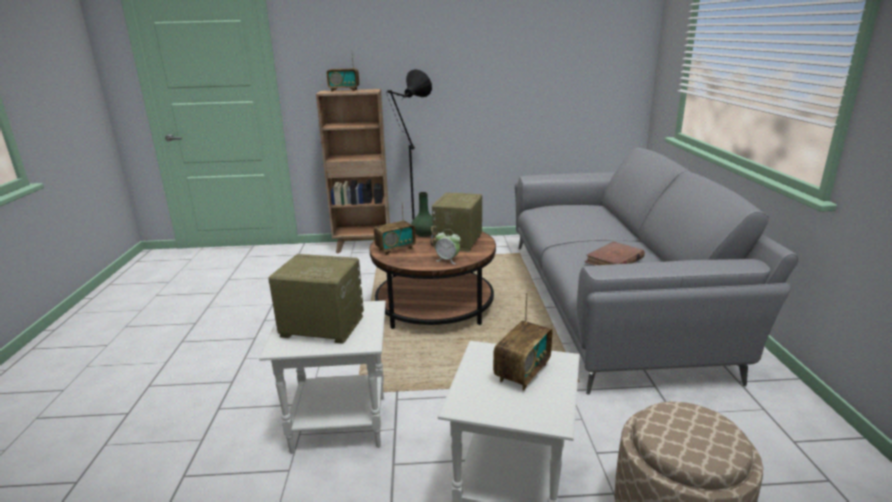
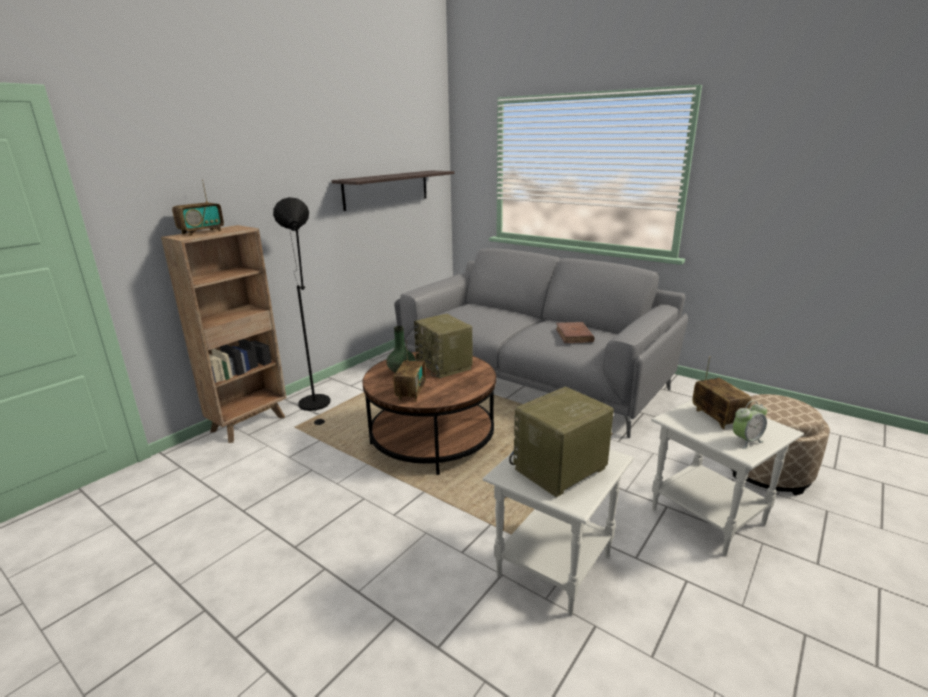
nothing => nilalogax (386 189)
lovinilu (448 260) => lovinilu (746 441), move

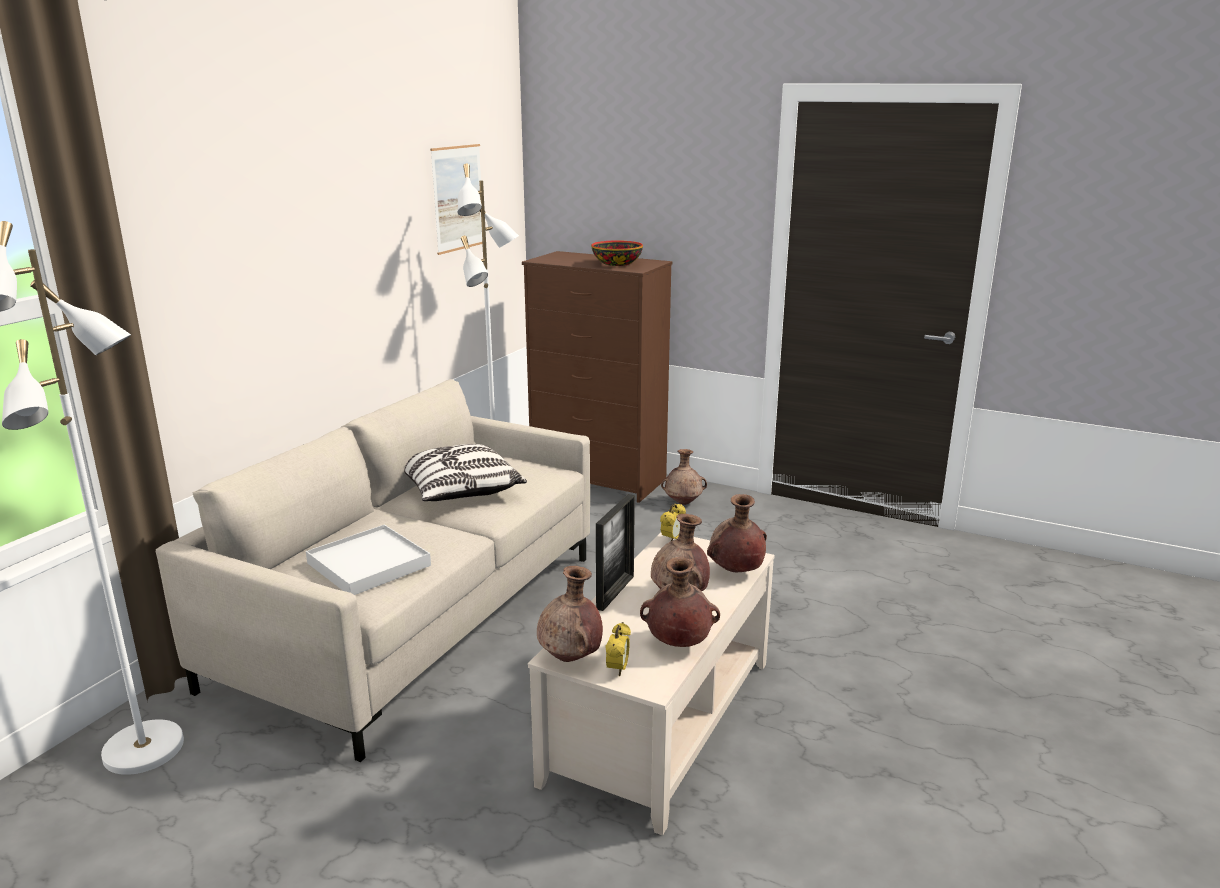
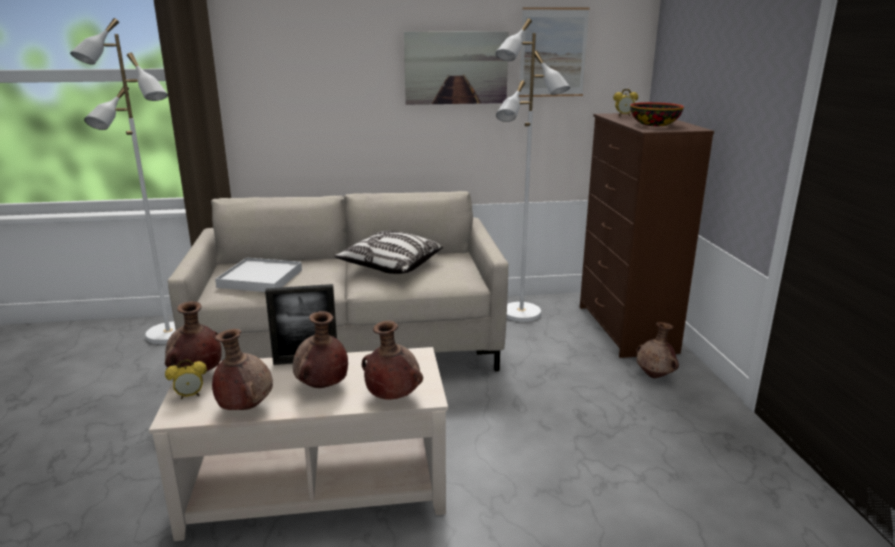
nothing => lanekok (456 68)
lovinilu (672 539) => lovinilu (623 115), move

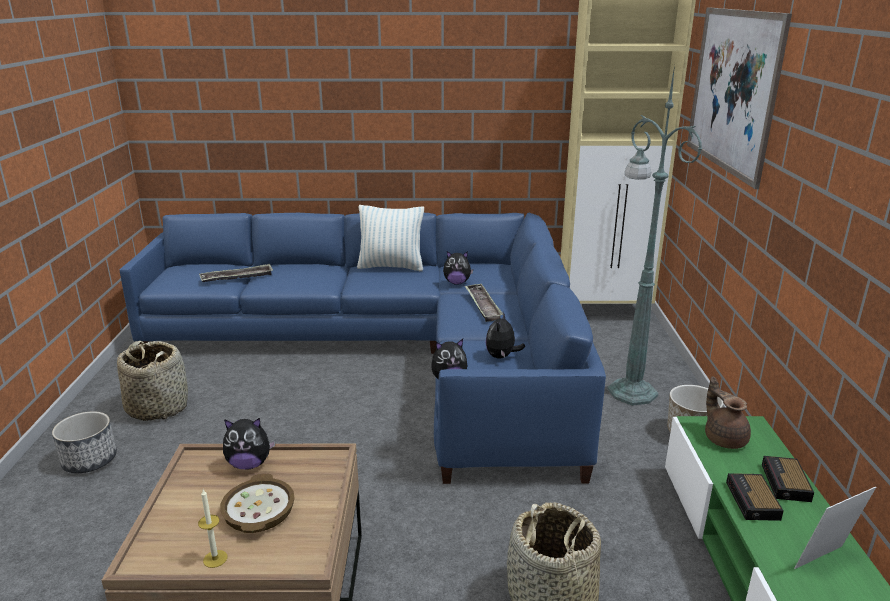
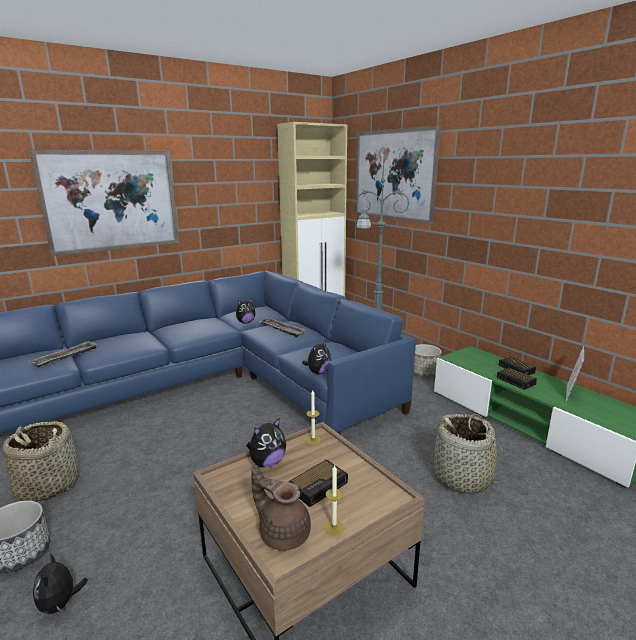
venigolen (391 266) => nothing
nothing => lanekok (112 201)
nothing => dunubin (313 440)
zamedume (501 357) => zamedume (60 604), move
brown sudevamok (724 438) => brown sudevamok (283 533), move
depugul (260 511) => lovinilu (319 485)

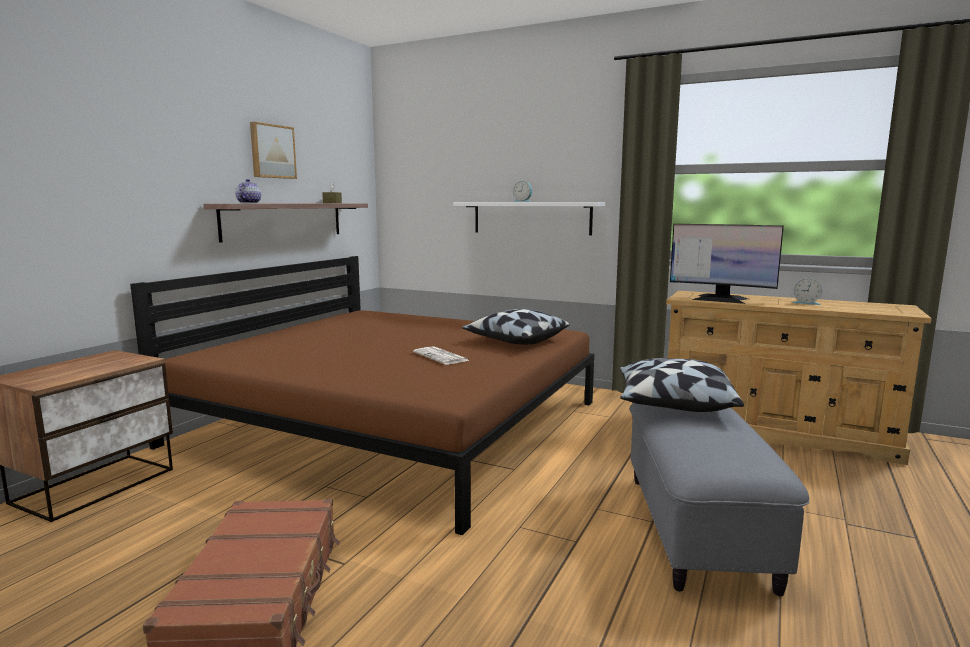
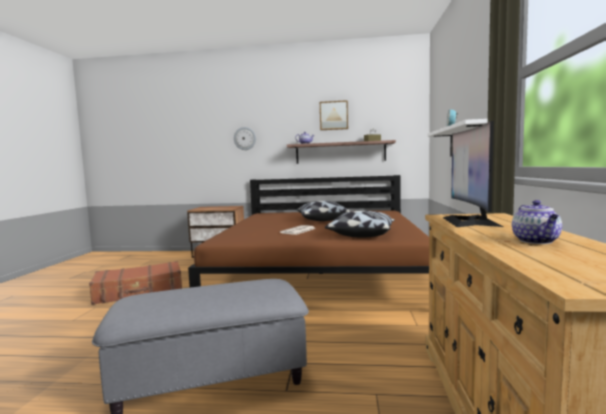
nothing => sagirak (245 138)
venigolen (673 404) => venigolen (322 219), move
lovinilu (806 303) => sudevamok (536 241)

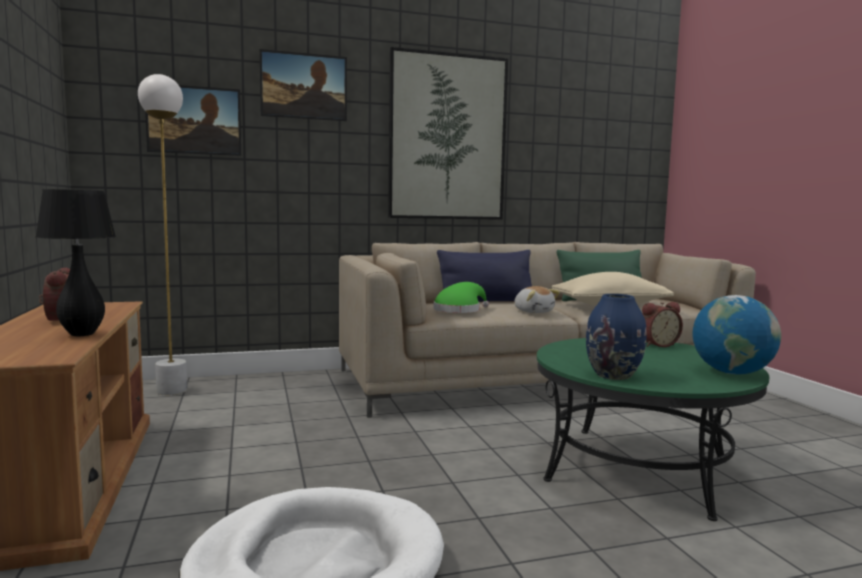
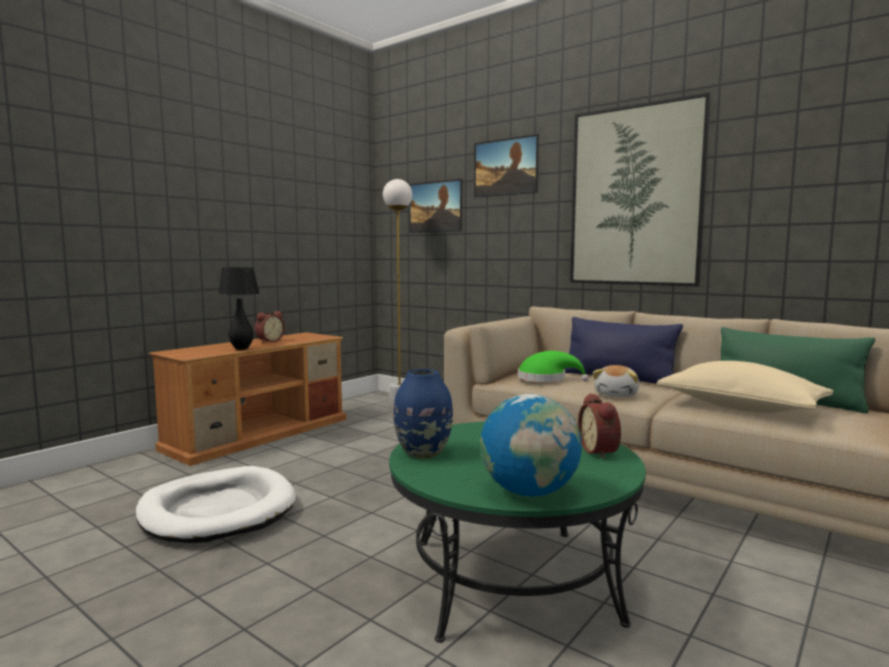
lovinilu (656 344) => lovinilu (601 451), 45 degrees clockwise

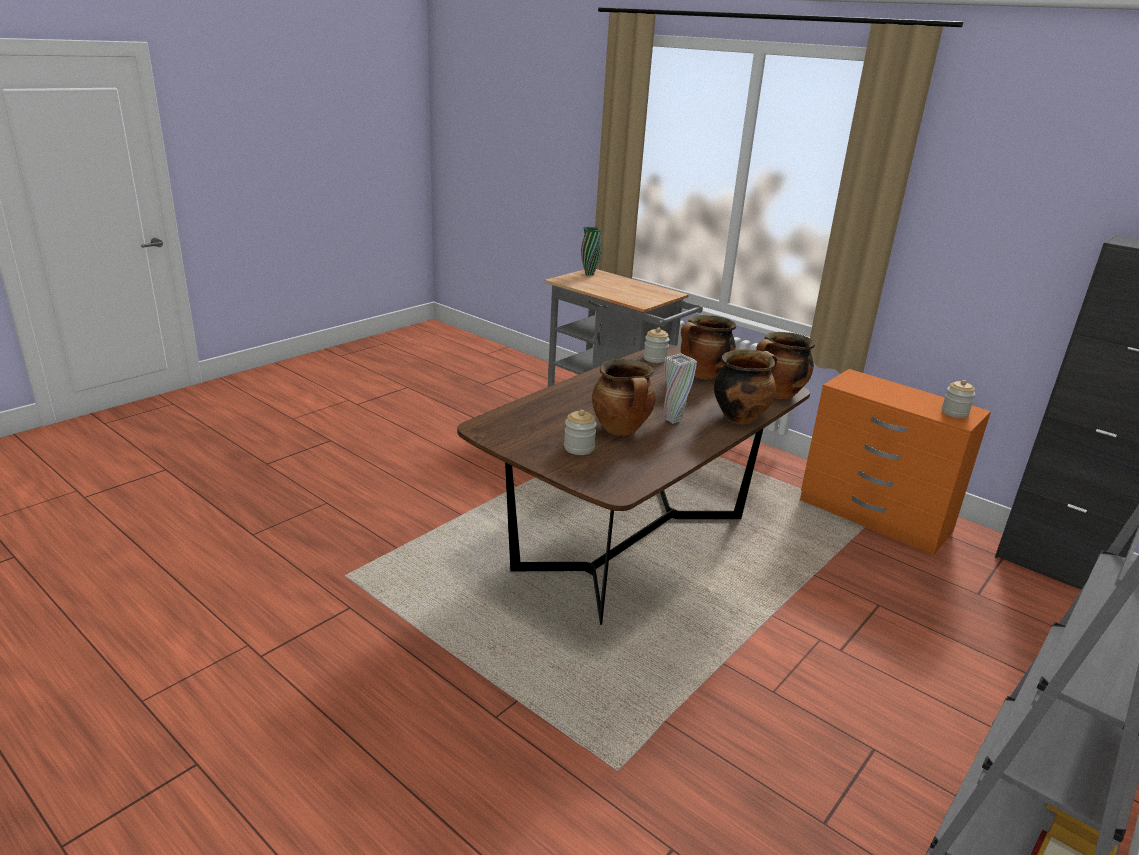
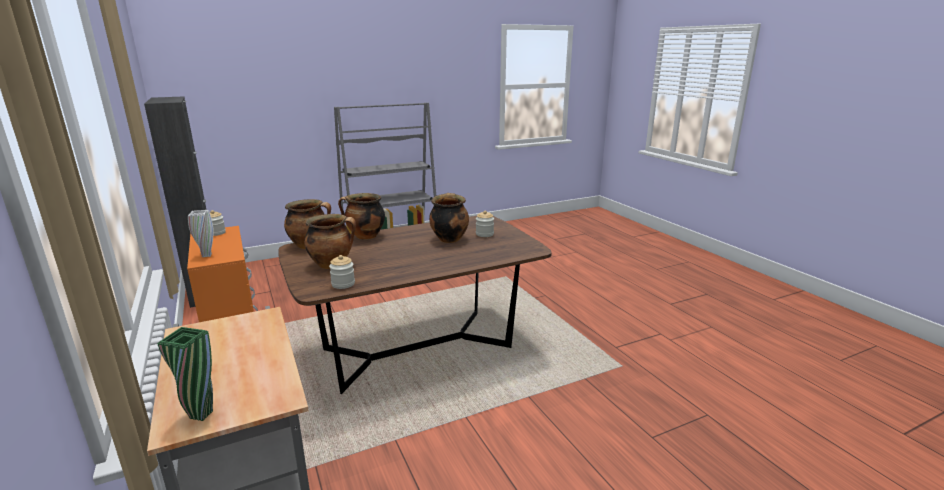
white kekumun (673 420) => white kekumun (206 255), move

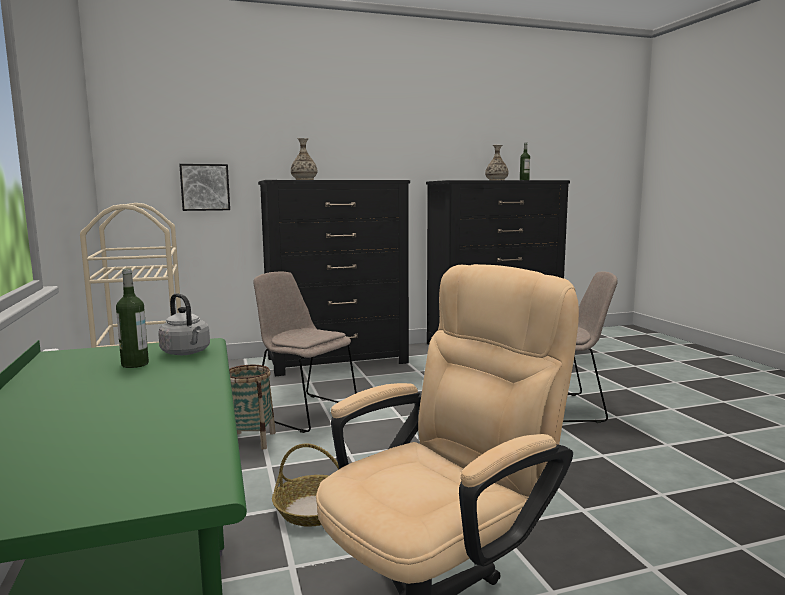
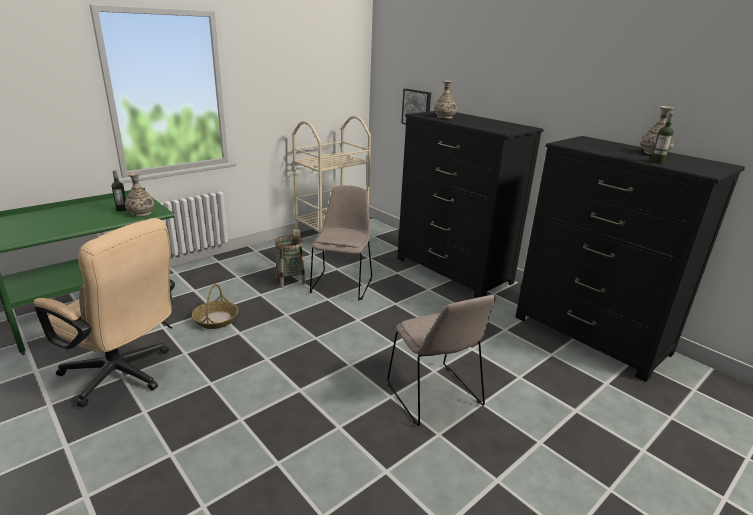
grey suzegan (187 353) => kekumun (141 213)

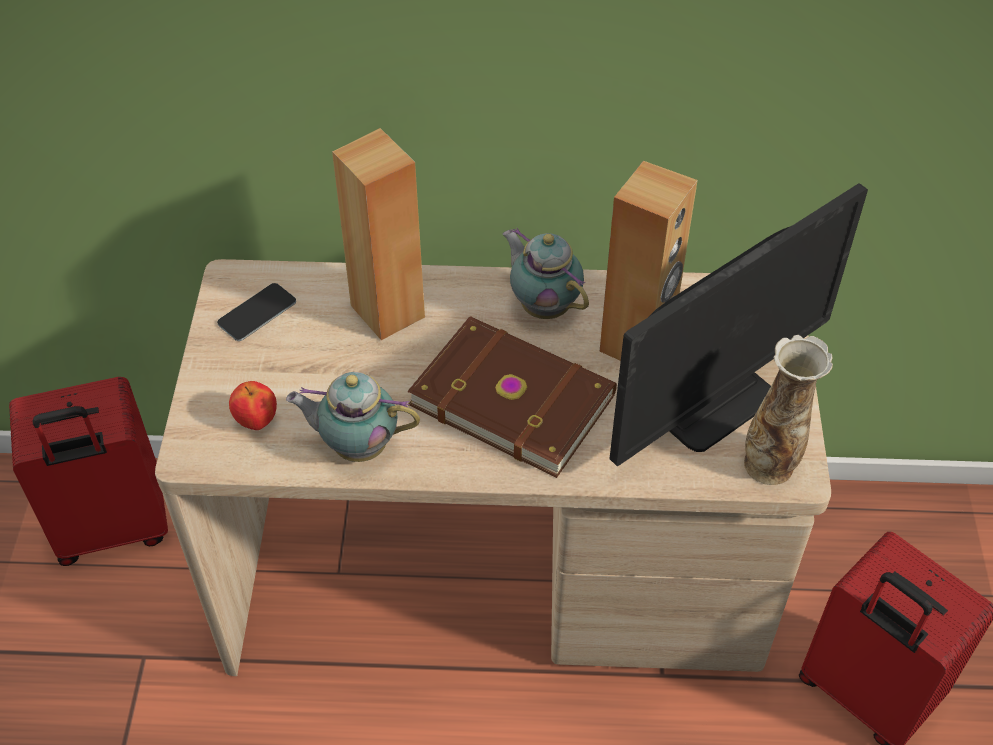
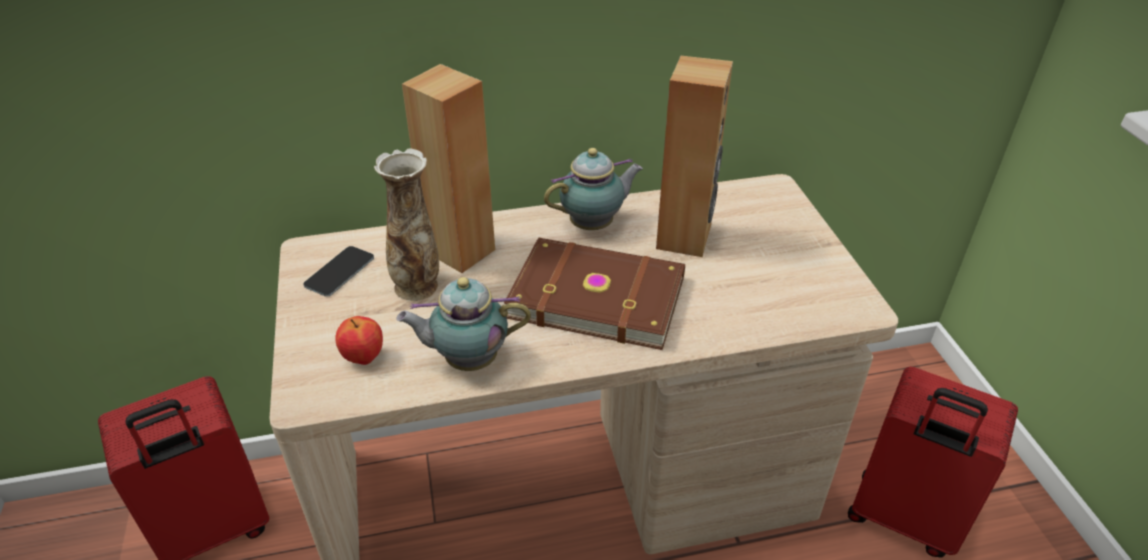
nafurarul (712 402) => nothing
kekumun (770 464) => kekumun (417 286), move
sudevamok (543 306) => sudevamok (594 225), 120 degrees clockwise

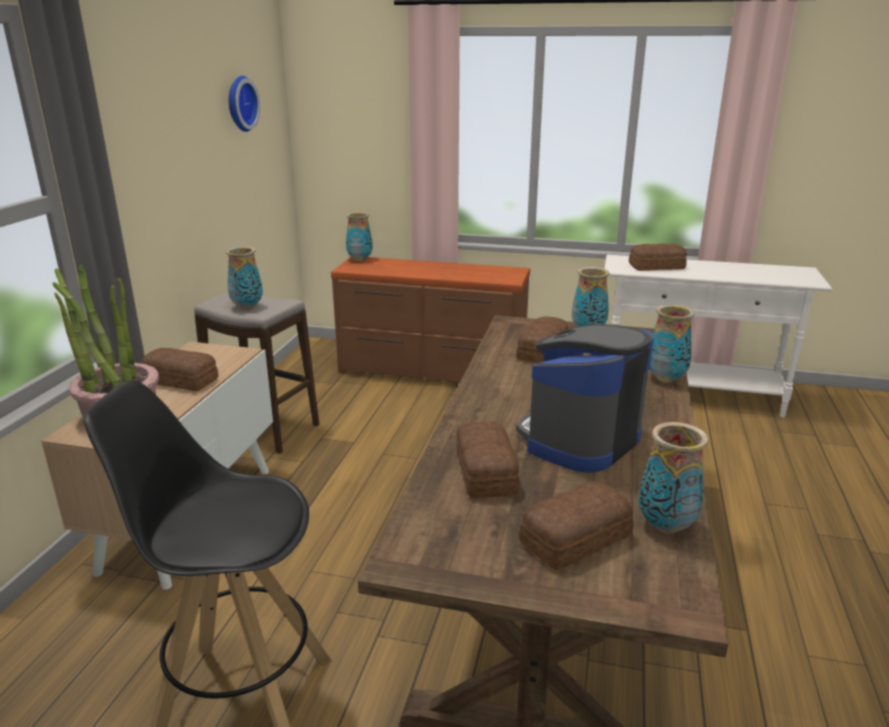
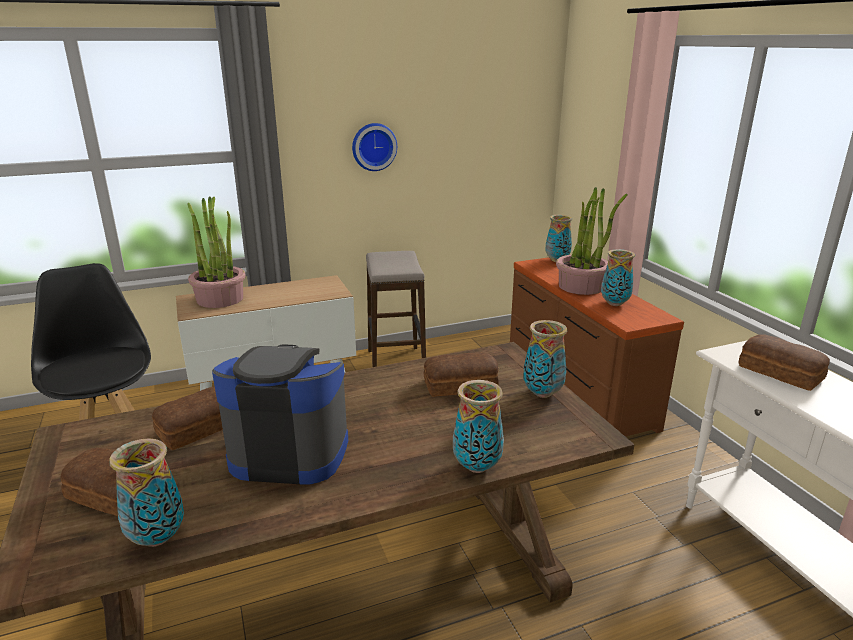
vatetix (180 380) => nothing
nothing => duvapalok (581 286)
kekumun (247 307) => kekumun (614 303), move
sagirak (239 104) => sagirak (373 146), move

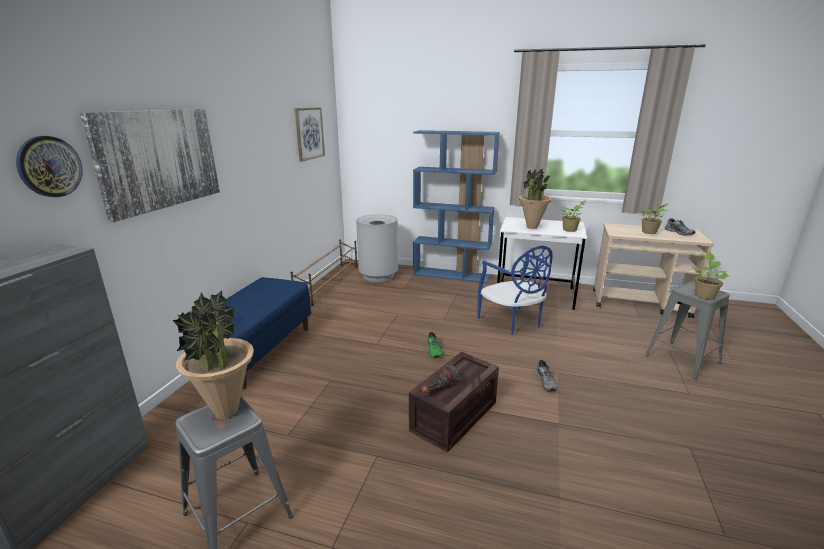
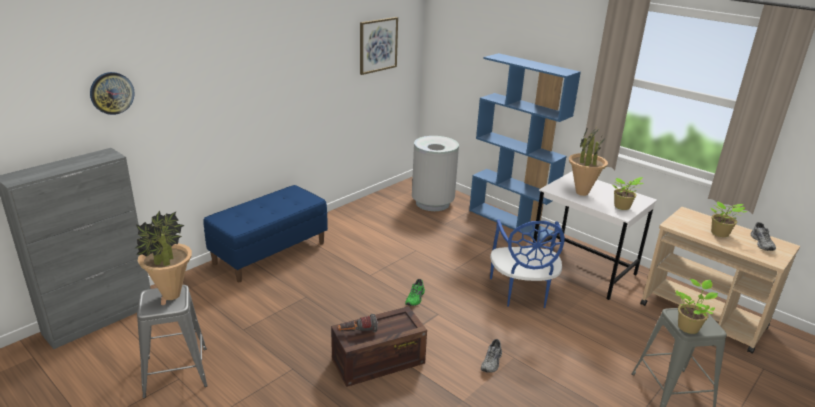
lanekok (160 159) => nothing
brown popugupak (329 283) => nothing

